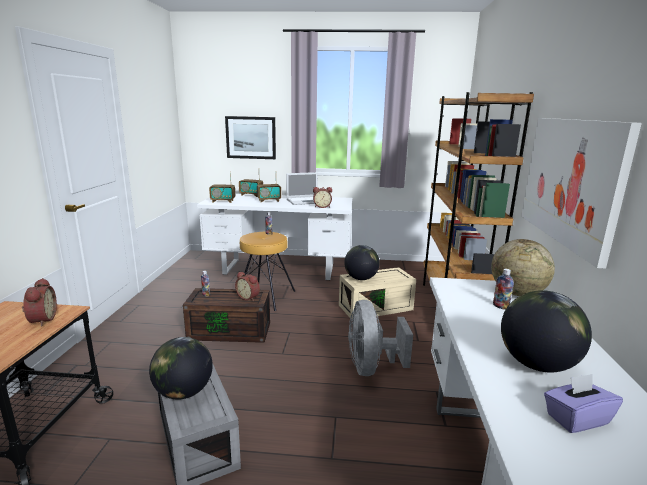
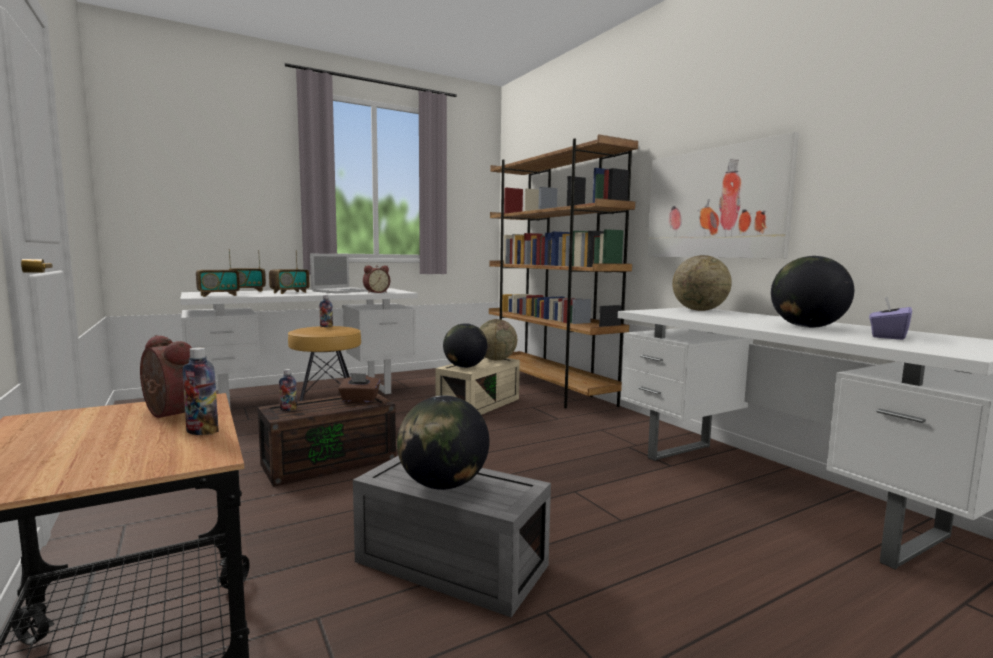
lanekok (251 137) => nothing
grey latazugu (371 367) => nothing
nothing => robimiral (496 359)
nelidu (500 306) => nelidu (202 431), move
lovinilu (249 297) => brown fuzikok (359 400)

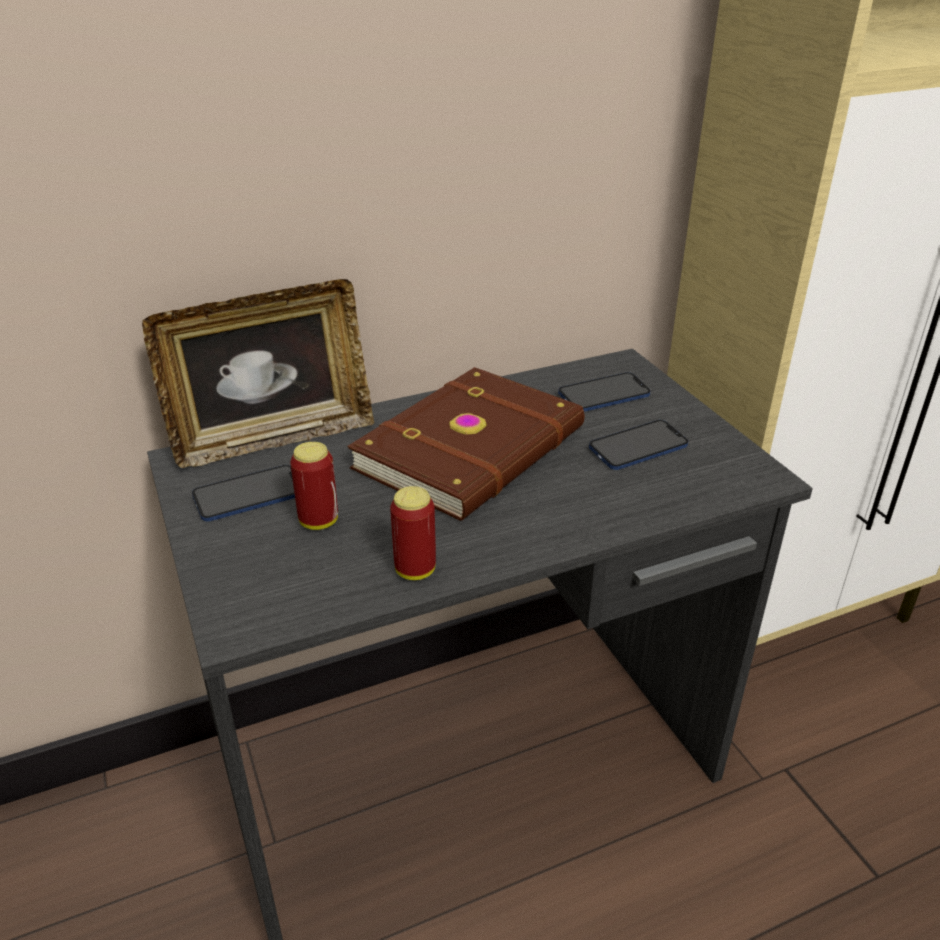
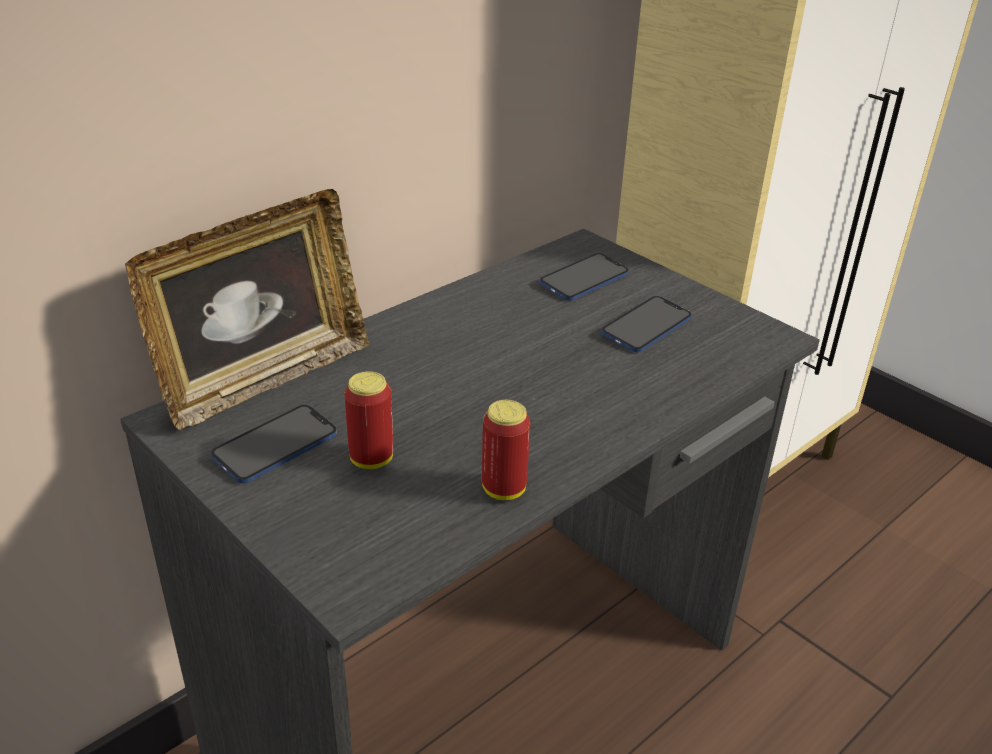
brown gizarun (474 449) => nothing

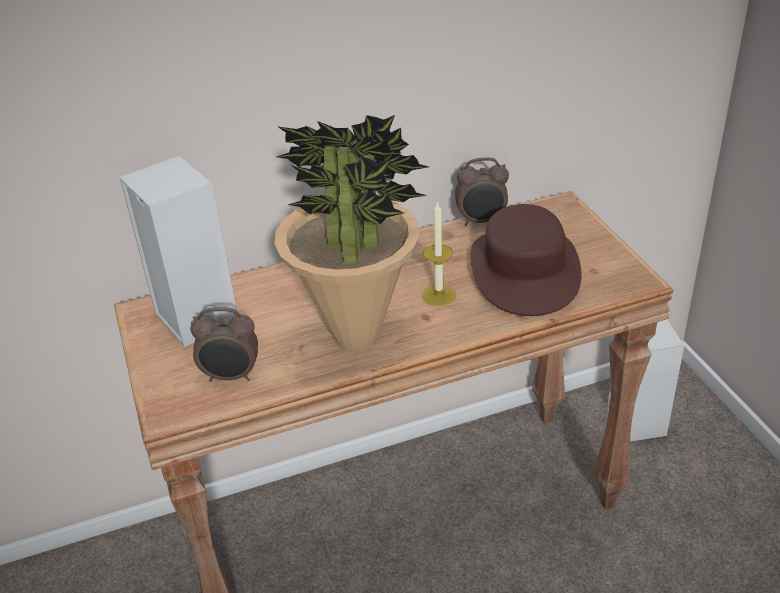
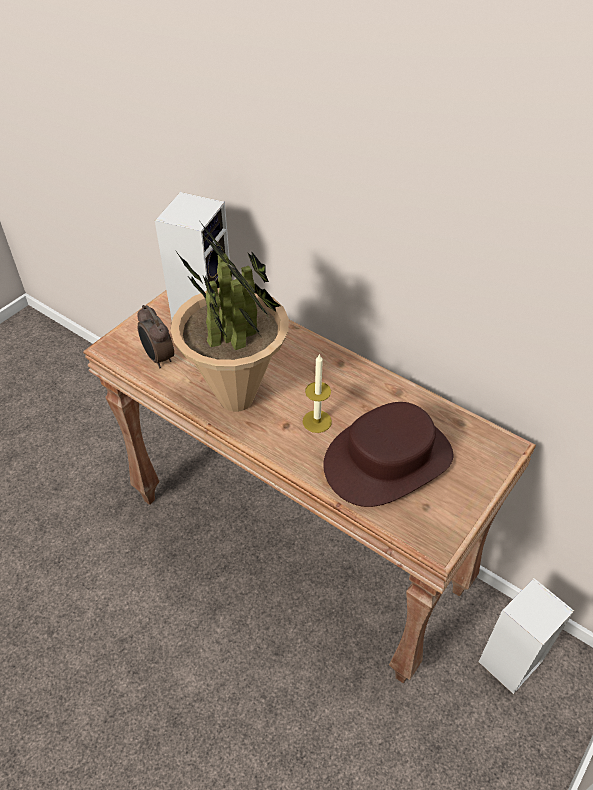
lovinilu (481 221) => nothing

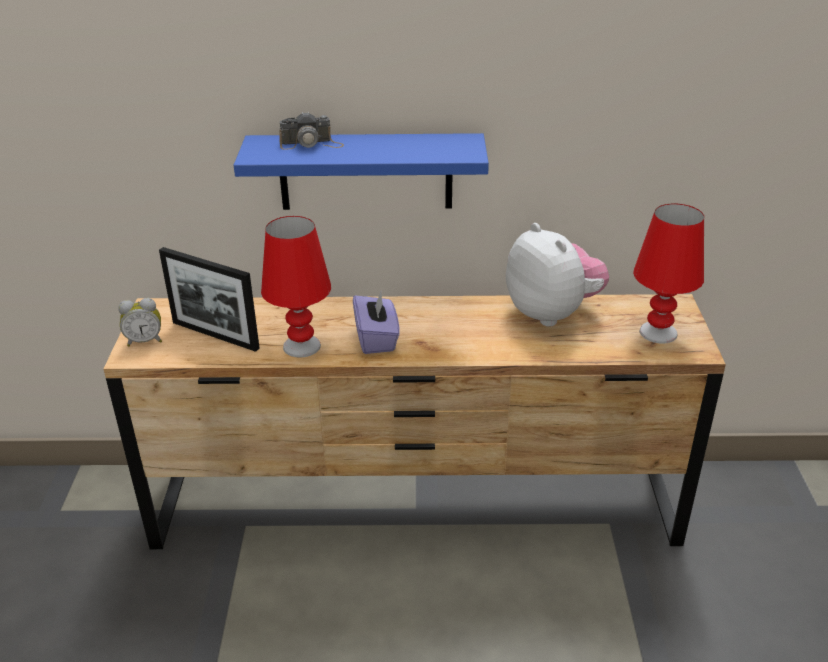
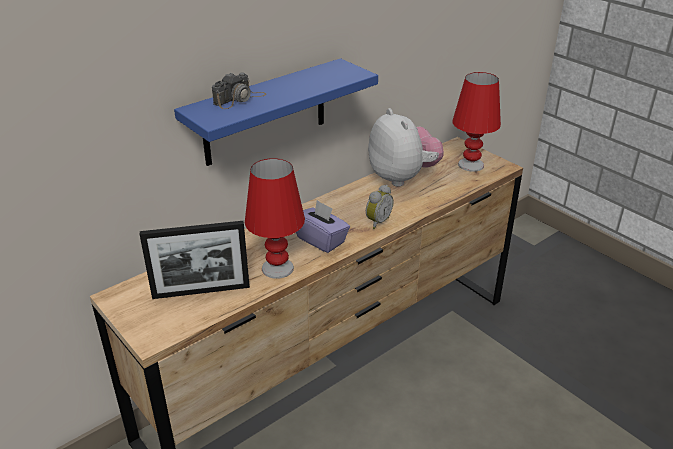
lovinilu (145 340) => lovinilu (377 221), move
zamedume (552 313) => zamedume (402 177), 45 degrees clockwise

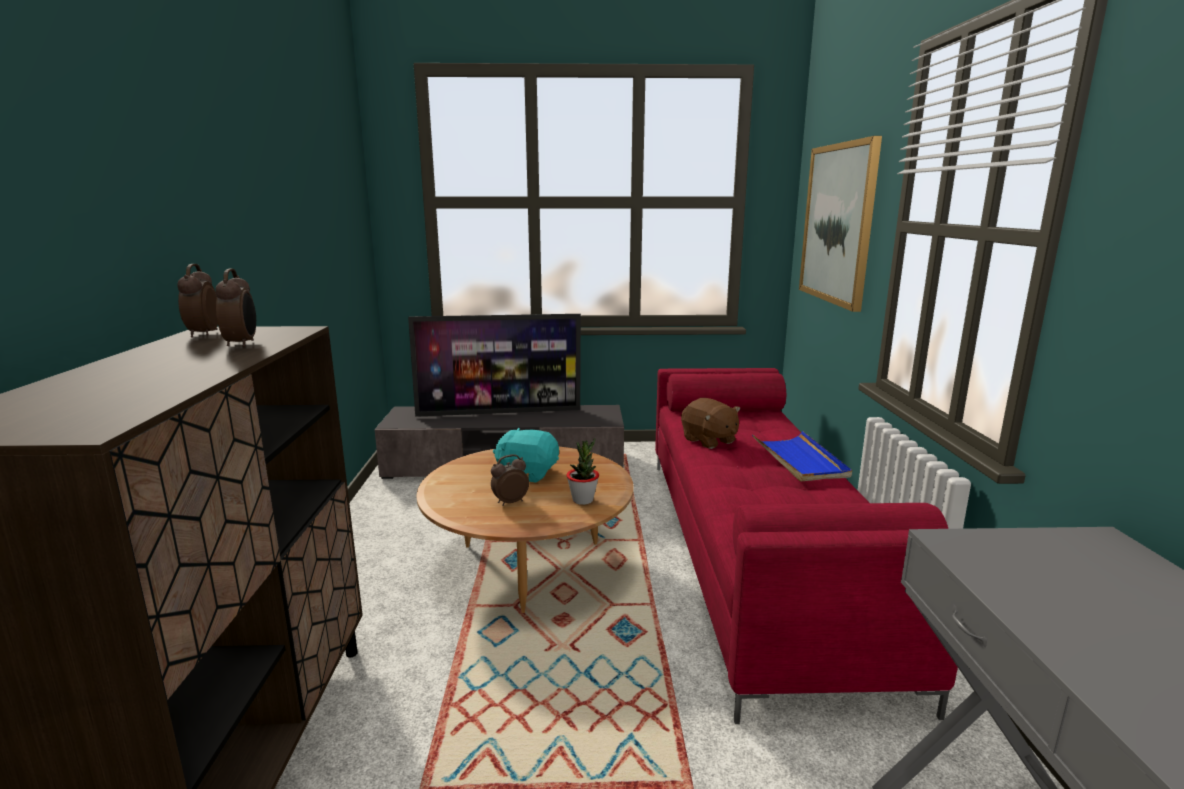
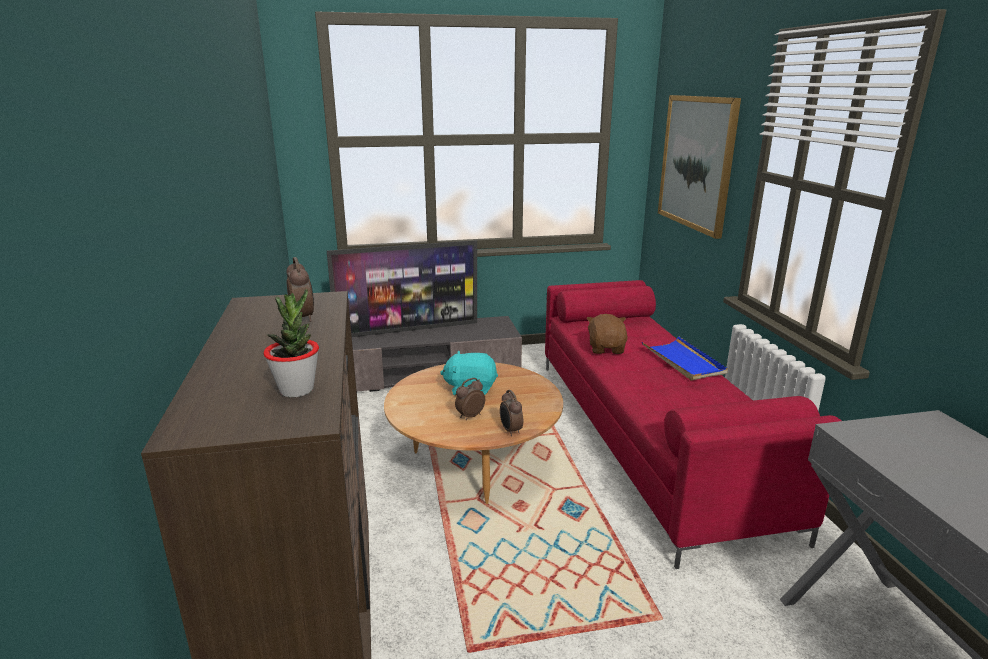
lovinilu (203 334) => lovinilu (510 431), move
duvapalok (583 500) => duvapalok (297 390), move
brown zamedume (709 440) => brown zamedume (606 349), 135 degrees counterclockwise

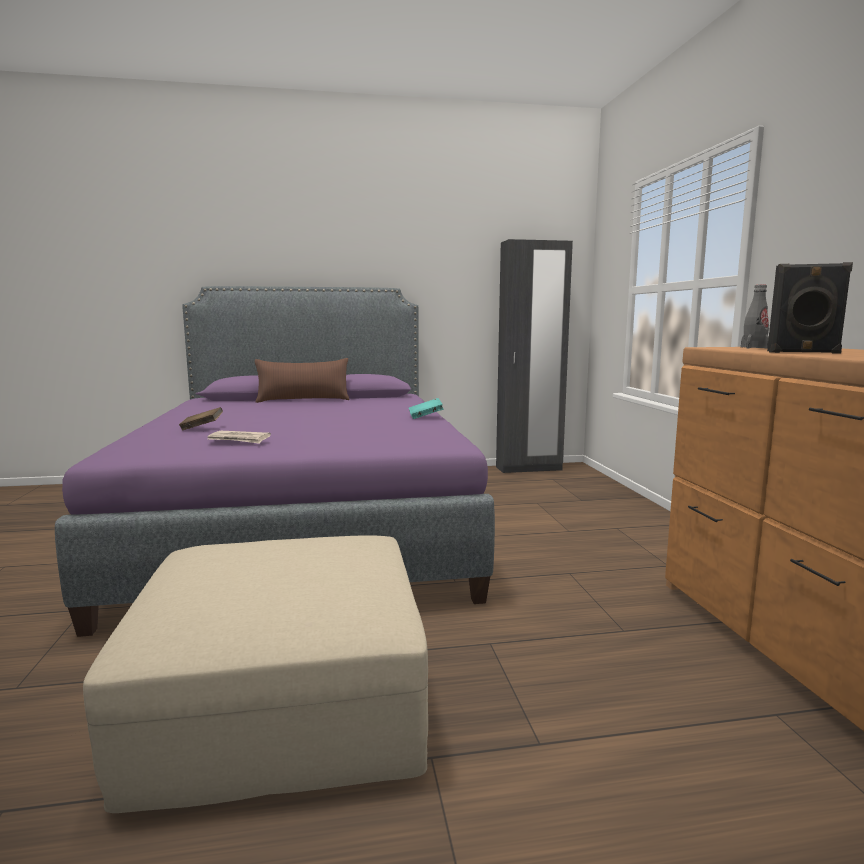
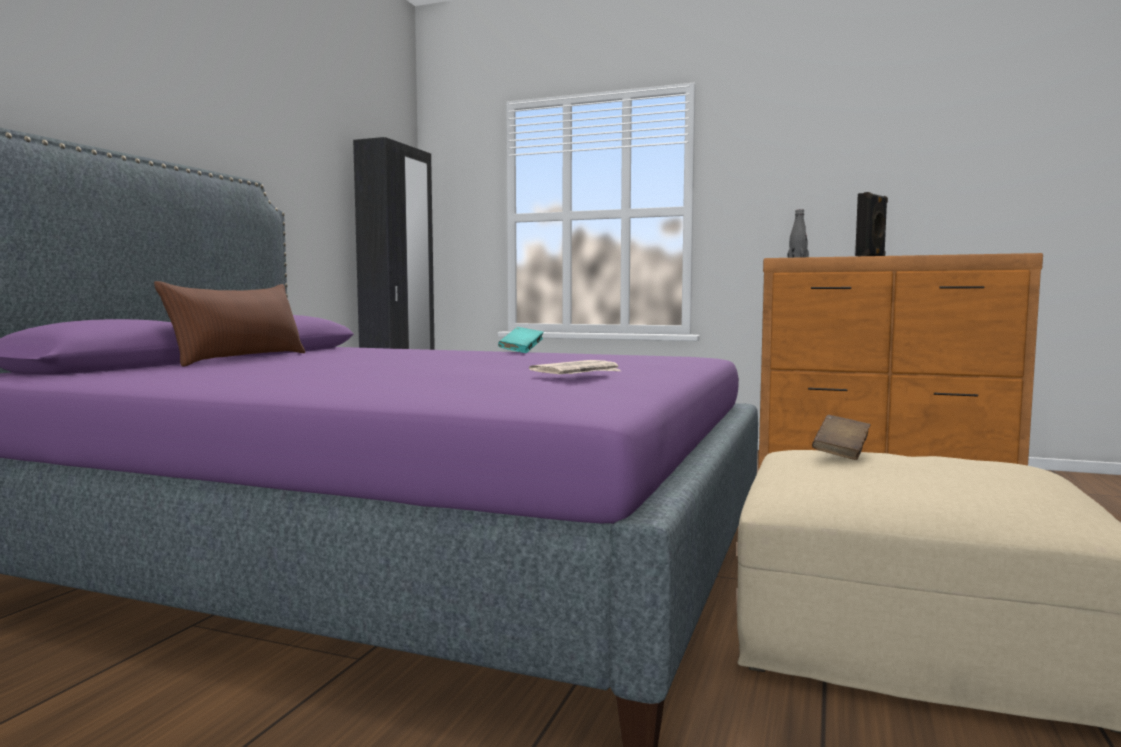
brown gizarun (202 428) => brown gizarun (841 453), move

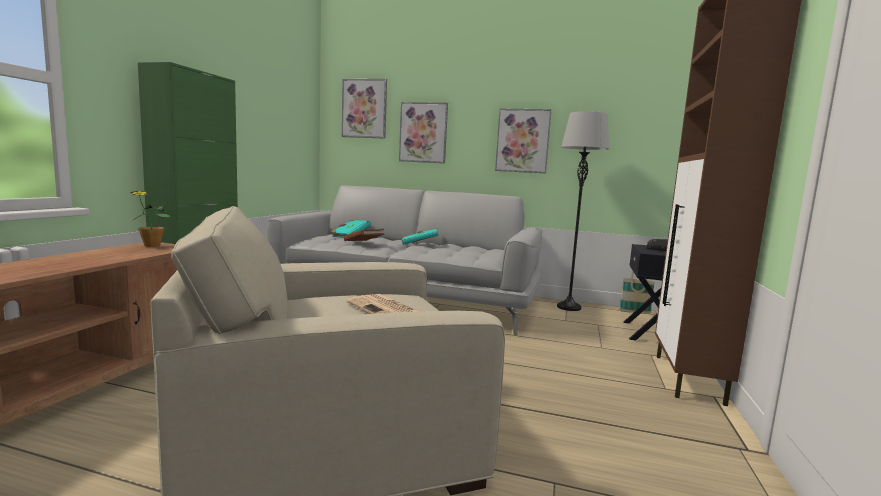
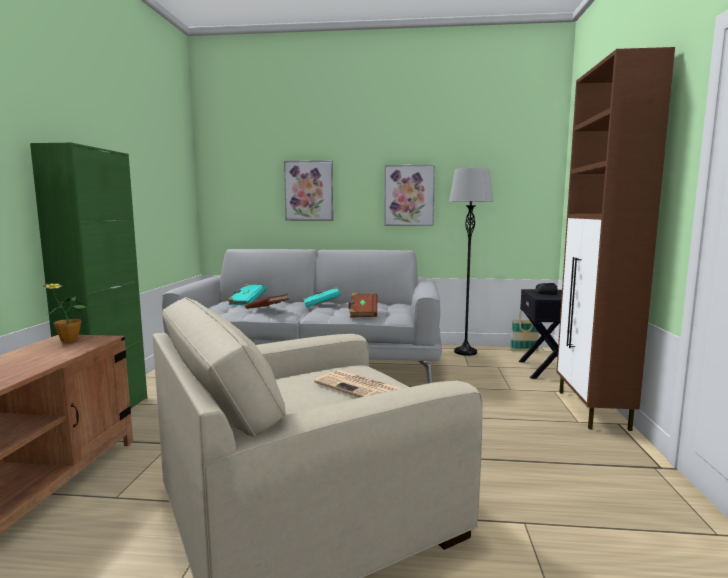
lanekok (364 109) => nothing
nothing => brown gizarun (362 313)

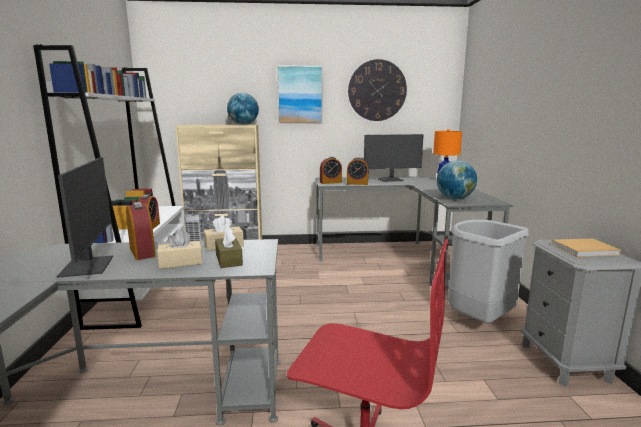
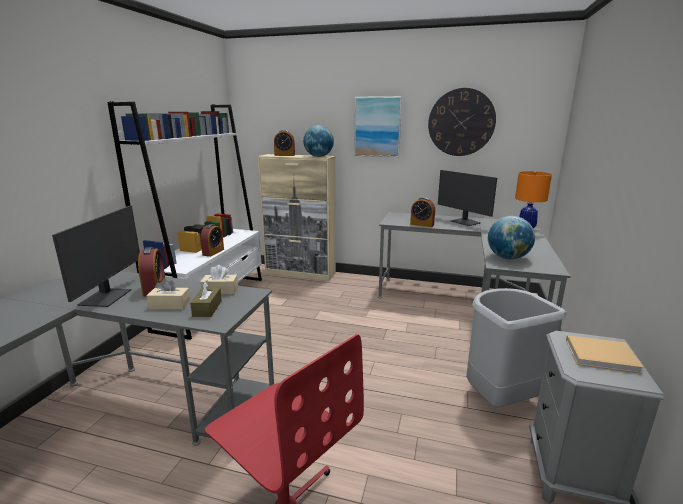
lovinilu (330 182) => lovinilu (284 155), move
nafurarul (391 180) => nafurarul (464 222), 45 degrees clockwise

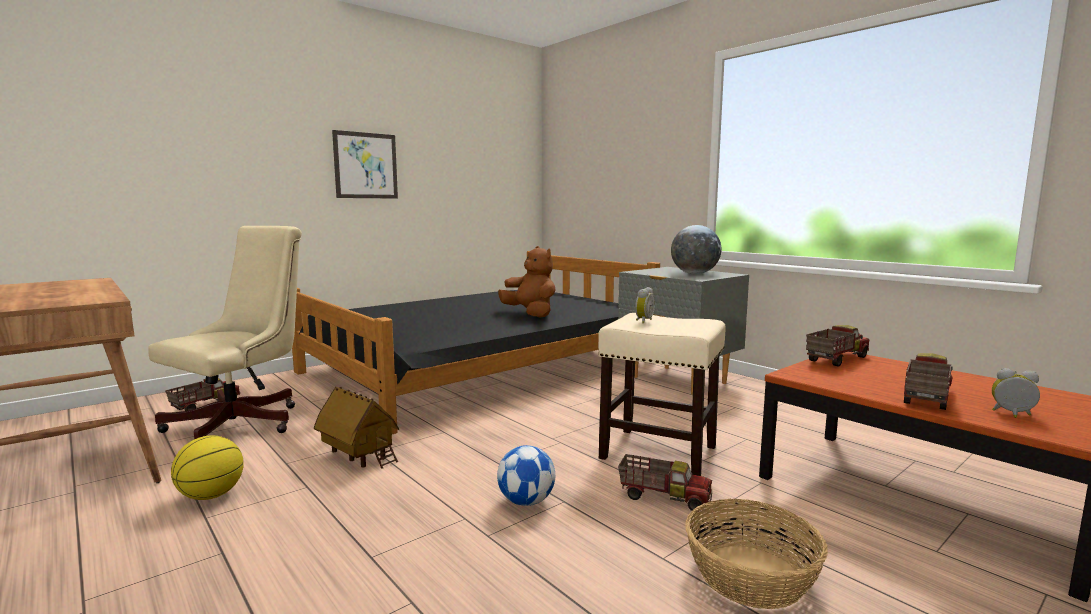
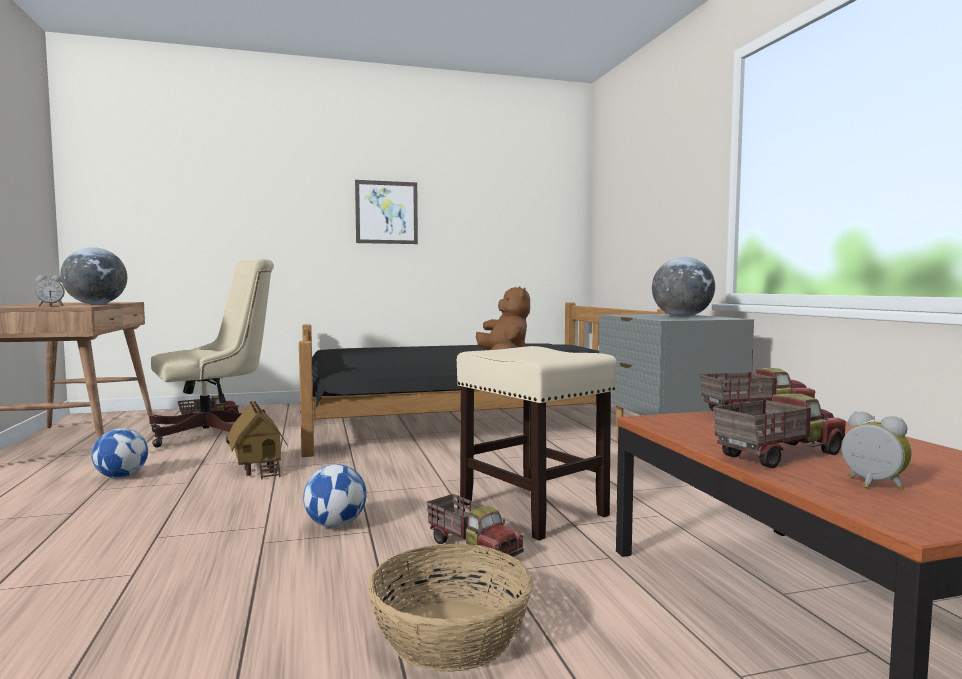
nothing => robimiral (96 304)
lovinilu (643 321) => lovinilu (51 306), move
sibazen (210 496) => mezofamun (121 476)

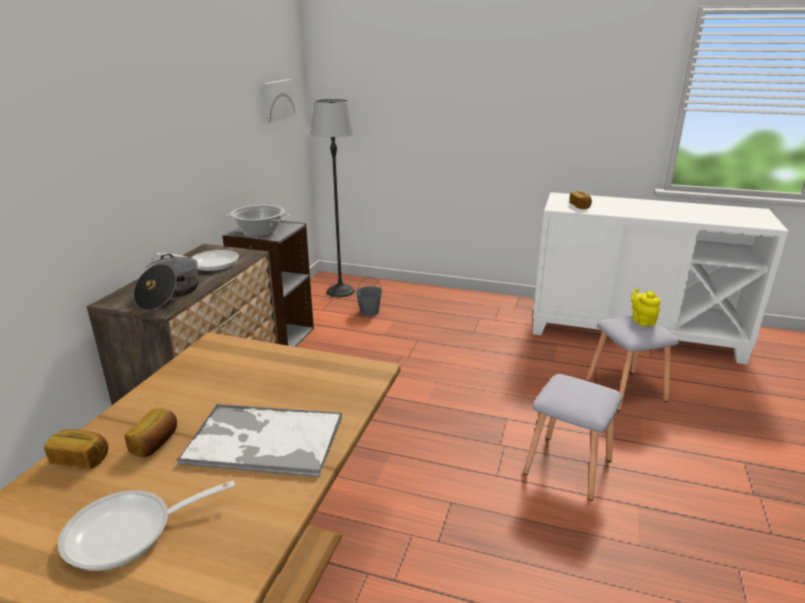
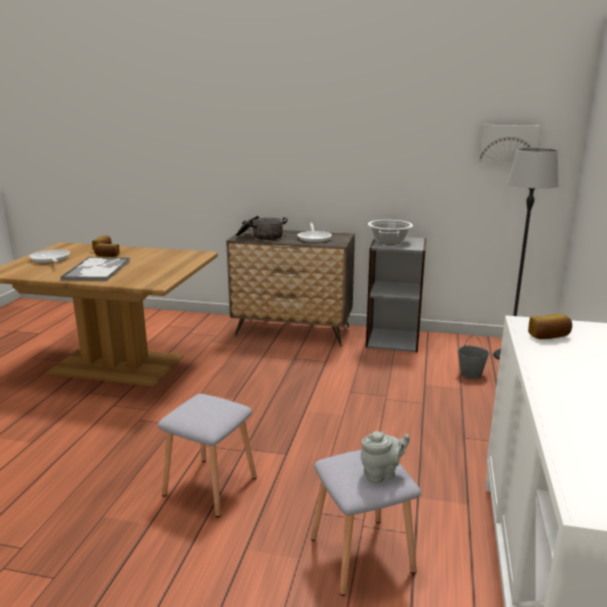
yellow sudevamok (642 321) => grey sudevamok (381 474)

